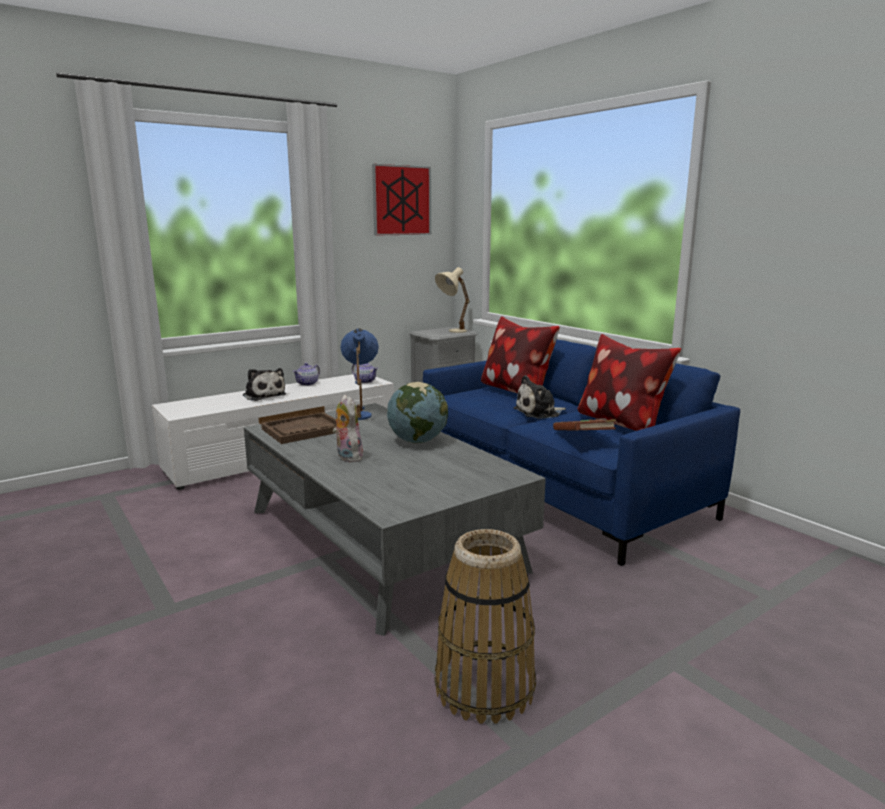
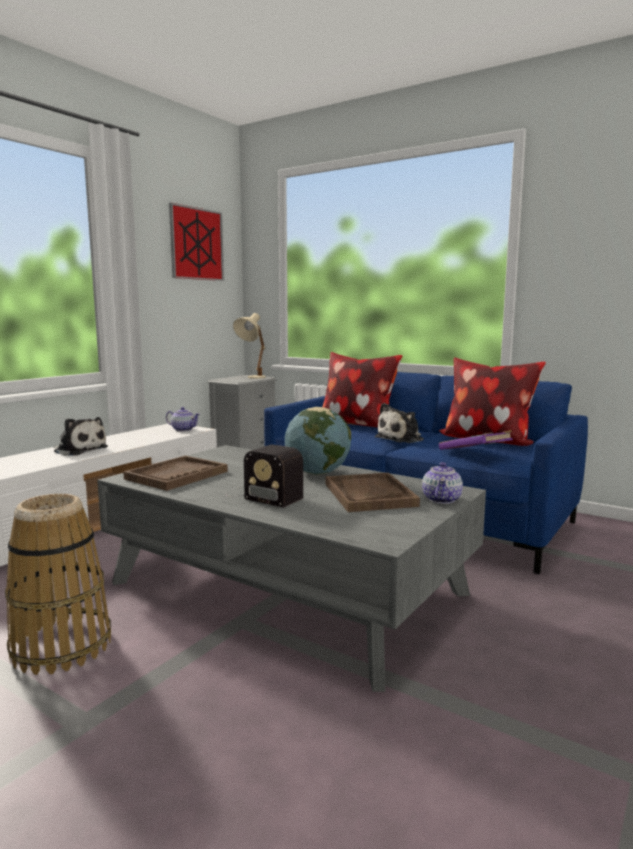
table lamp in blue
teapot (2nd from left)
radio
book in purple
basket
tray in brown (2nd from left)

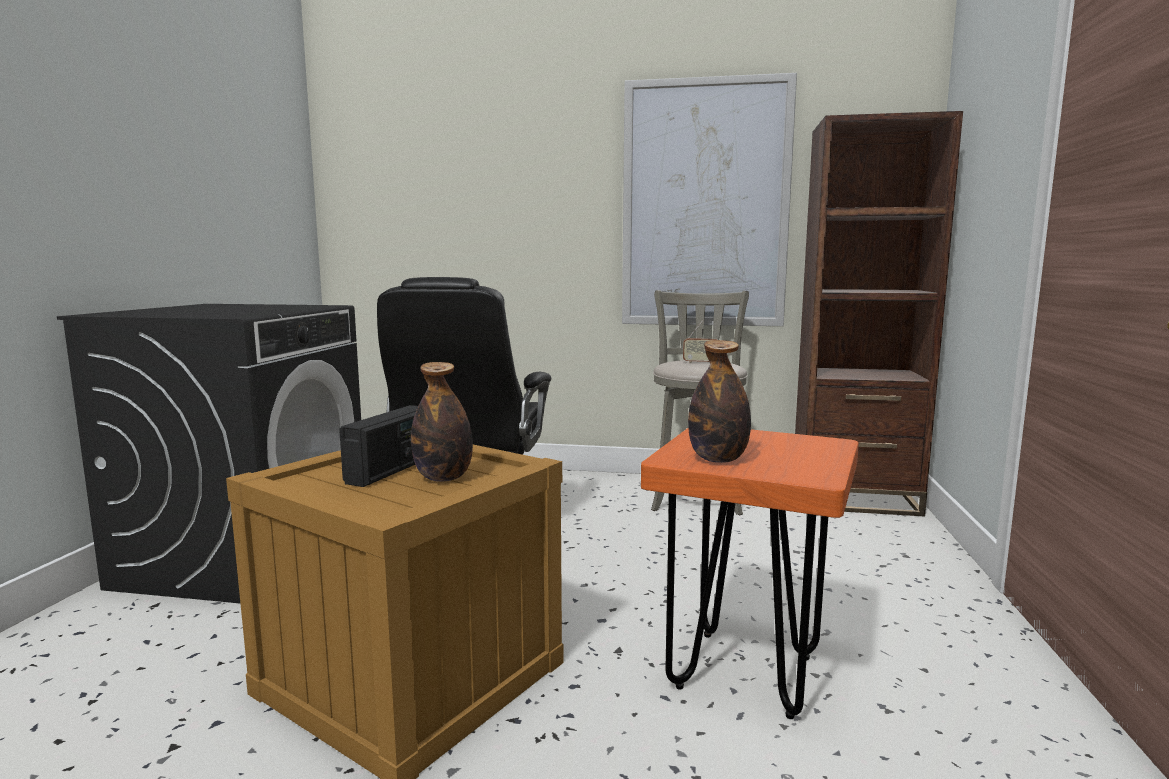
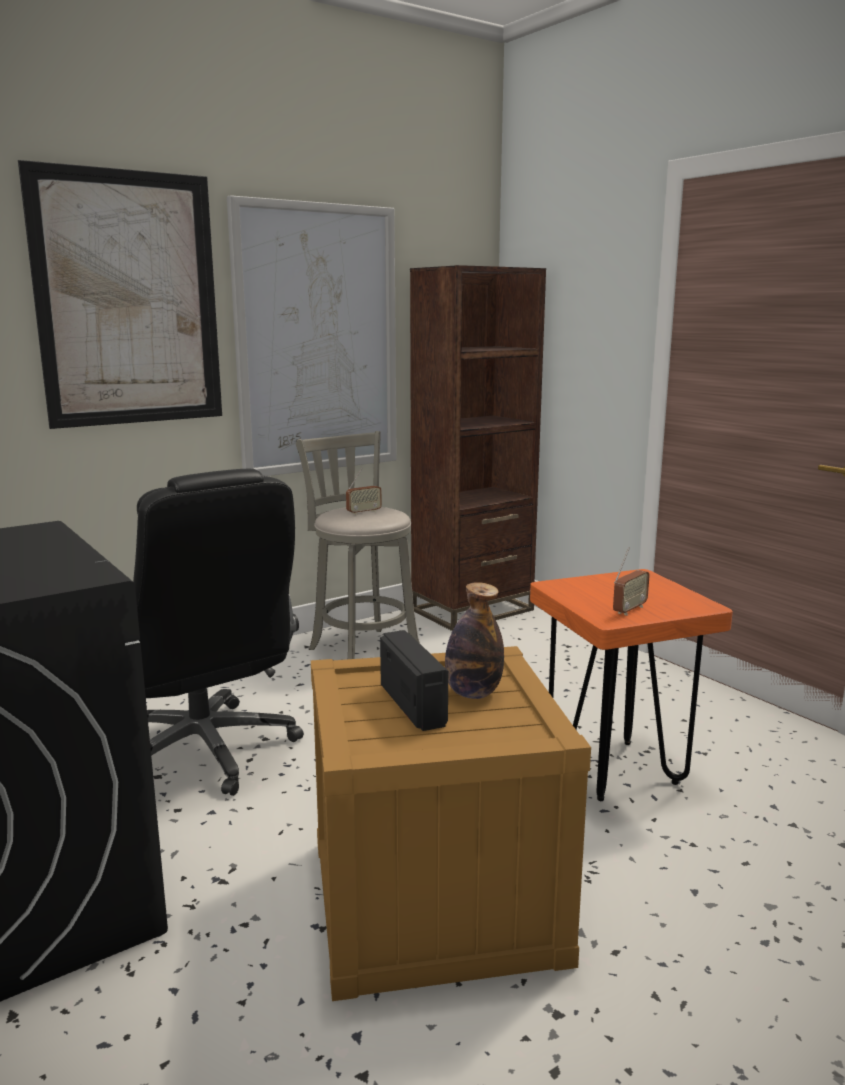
radio (3rd from left)
picture (1st from left)

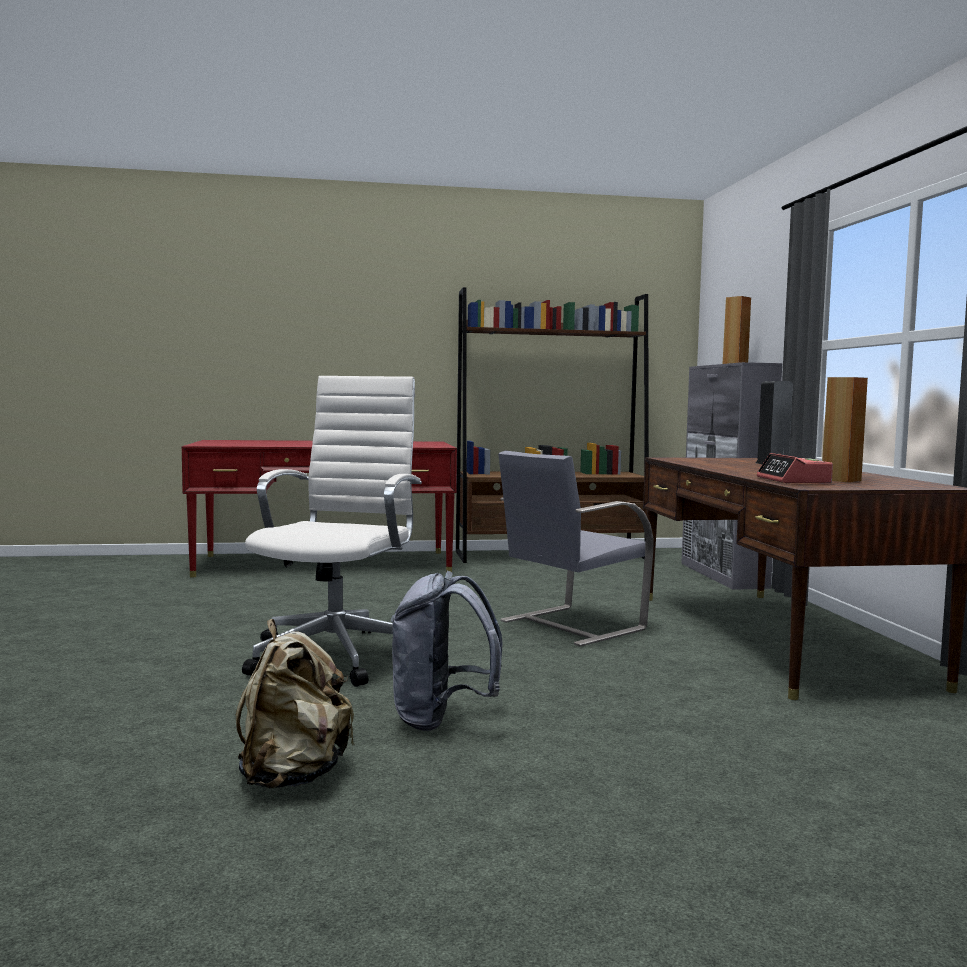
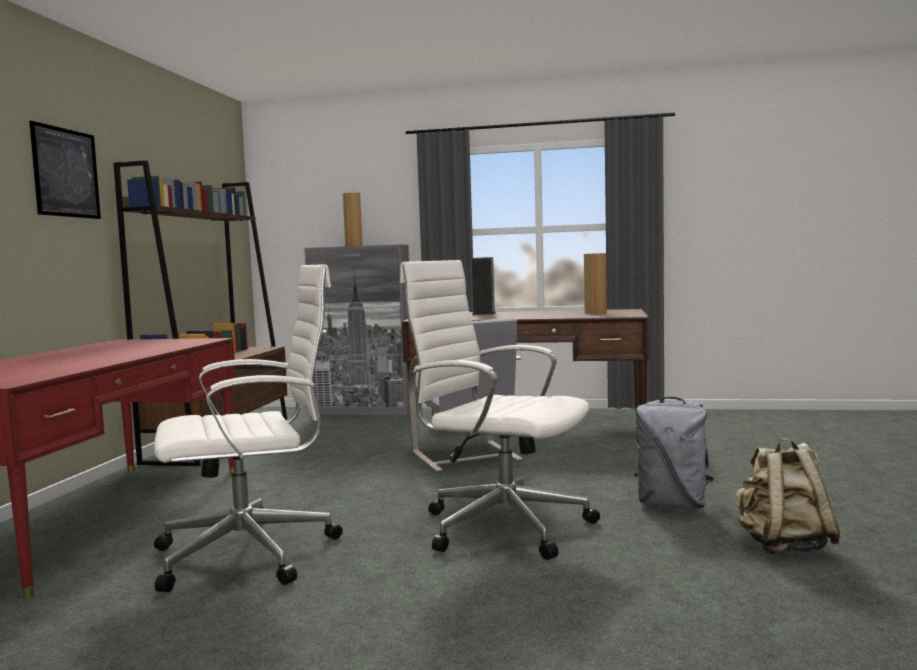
alarm clock
picture
office chair in white (1st from left)

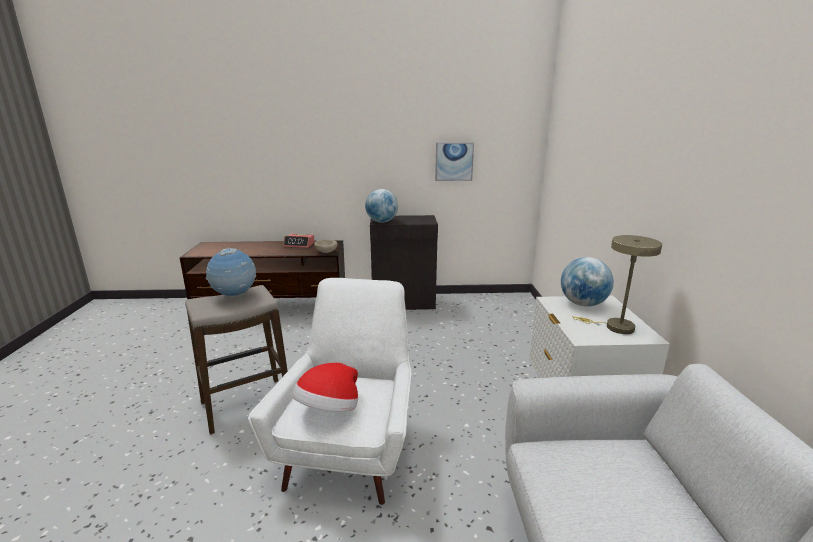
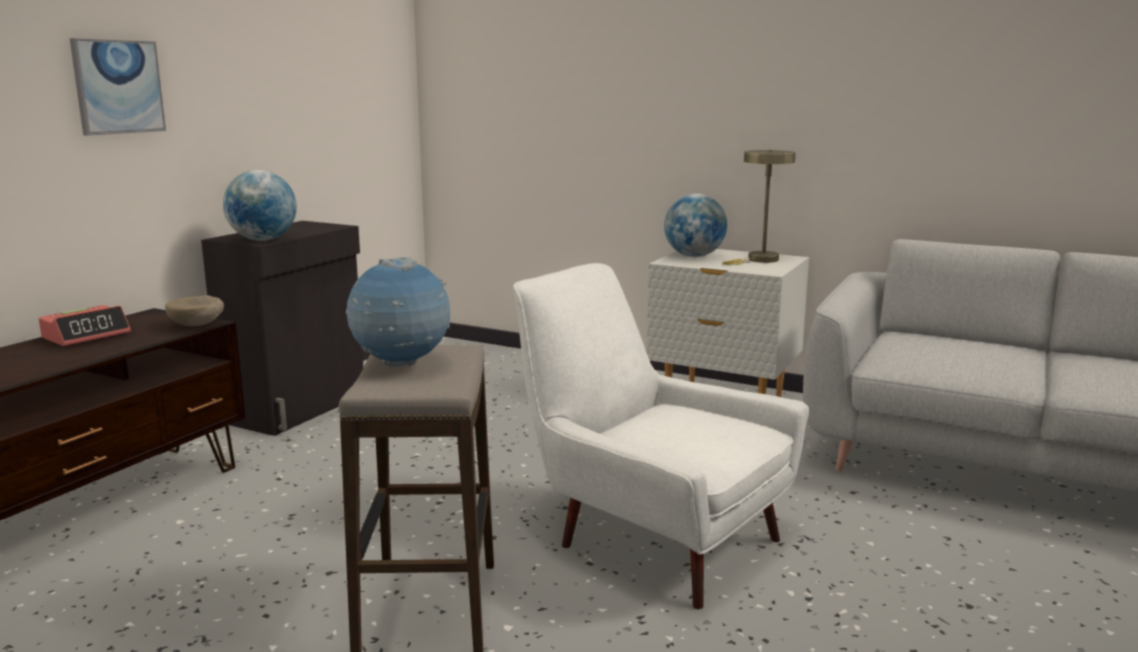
picture
hat

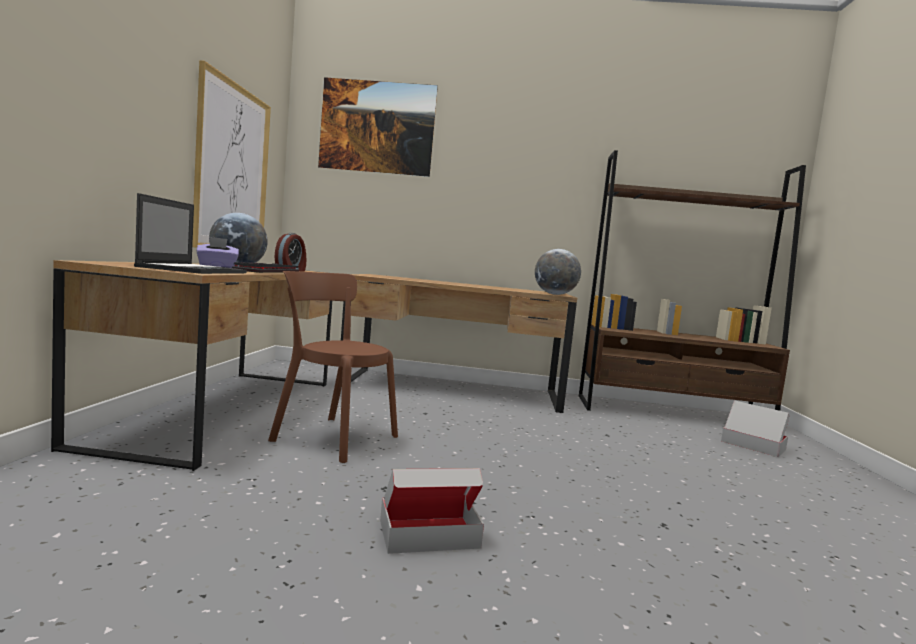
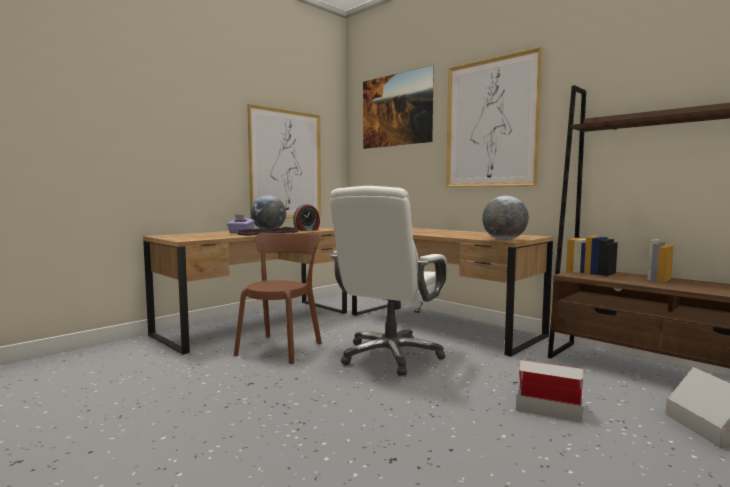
laptop
chair in brown
cardboard box (1st from left)
picture (3rd from left)
office chair in white

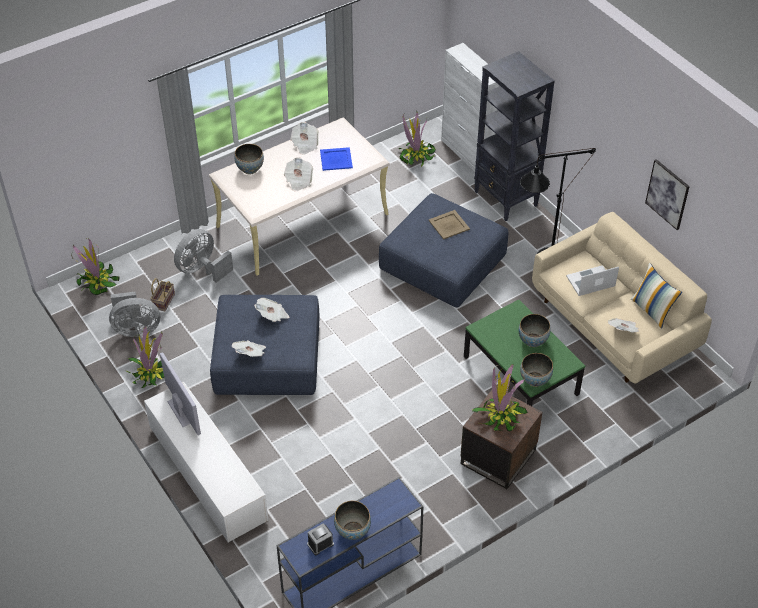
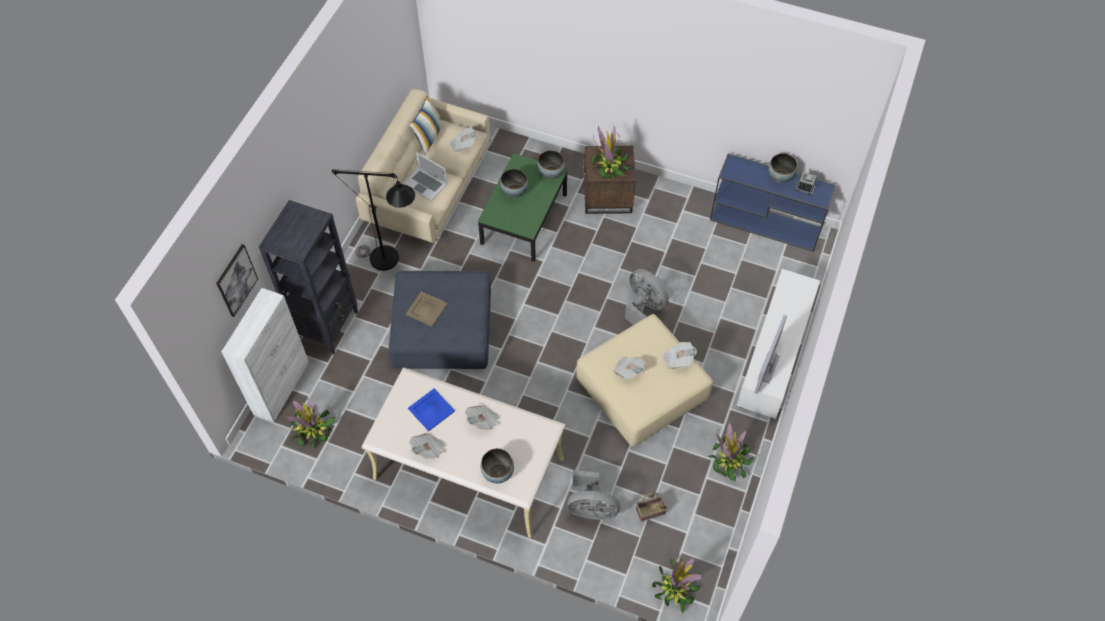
picture
fan in grey (2nd from left)
ottoman in beige

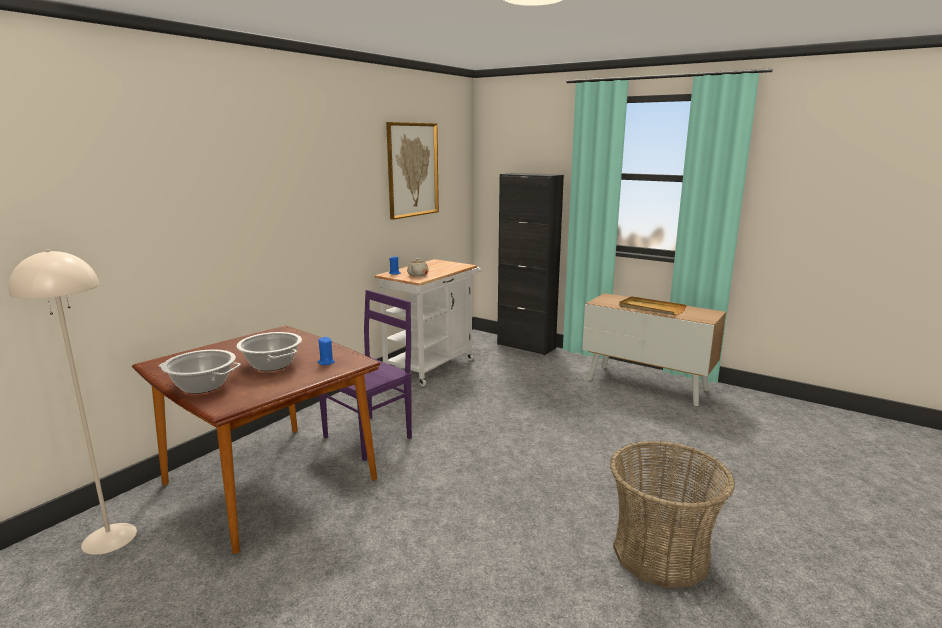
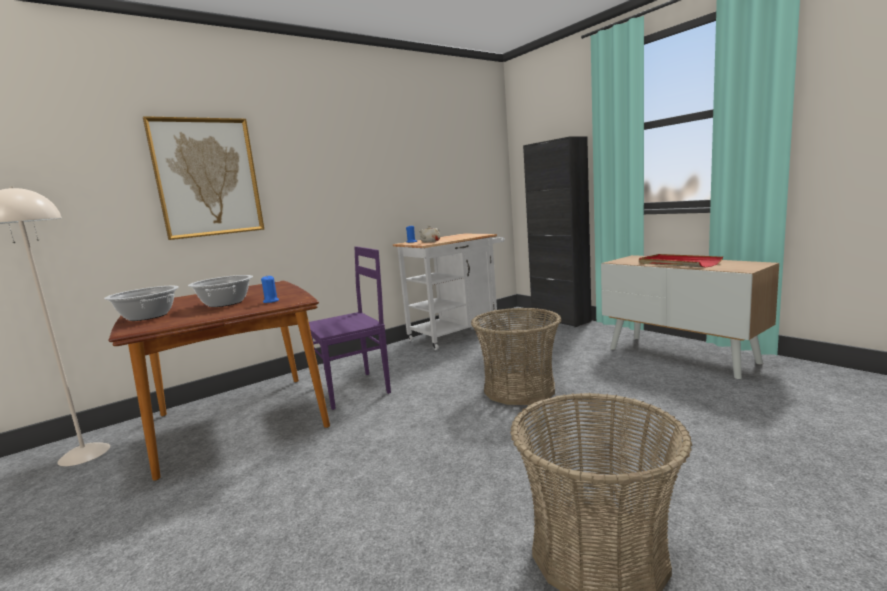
picture
tray in red
basket (1st from left)

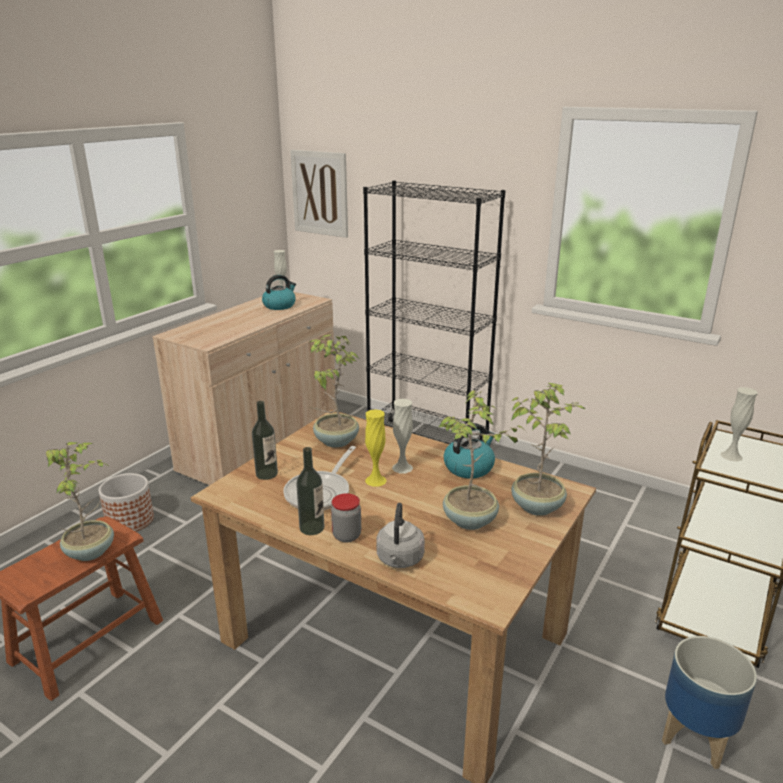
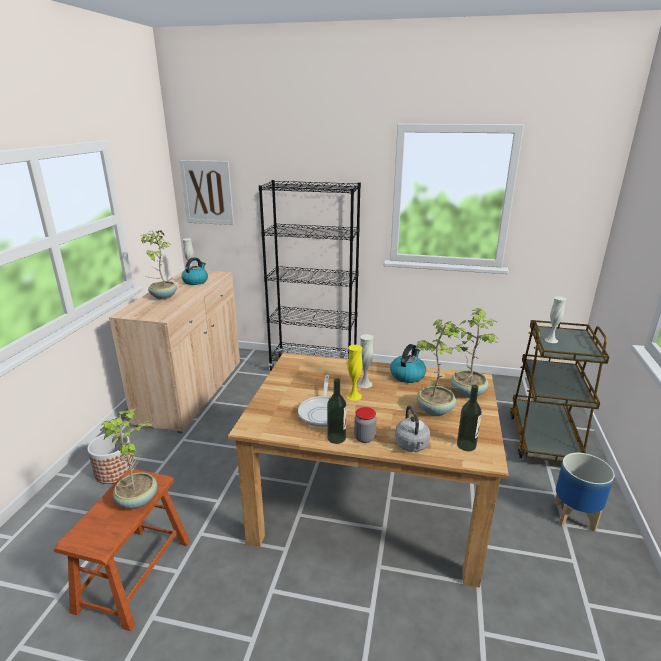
potted plant (2nd from left)
bottle (2nd from left)

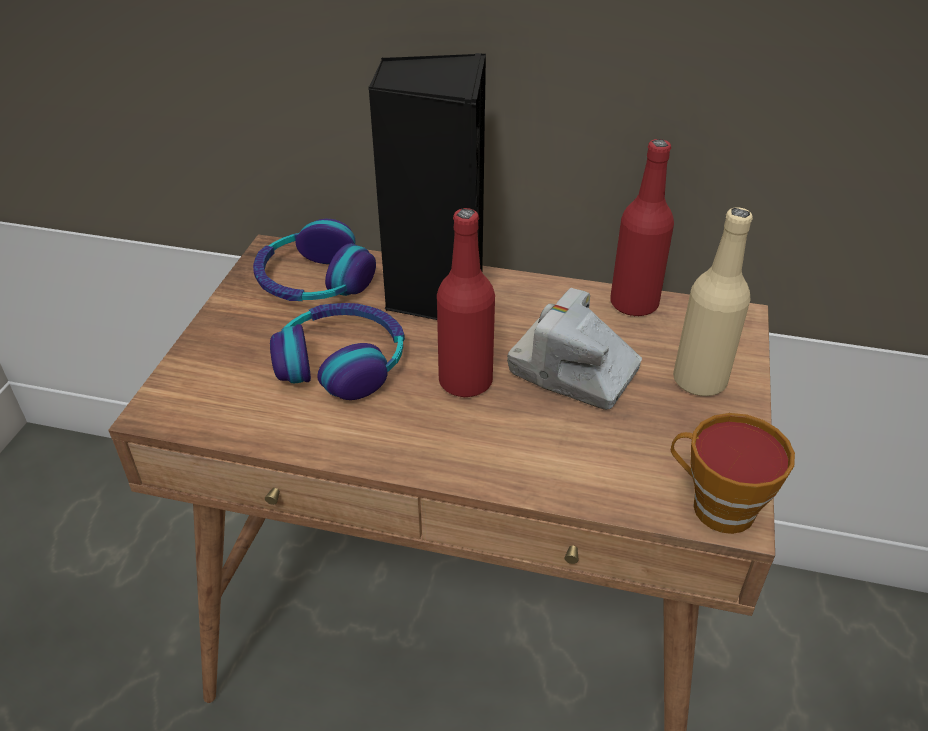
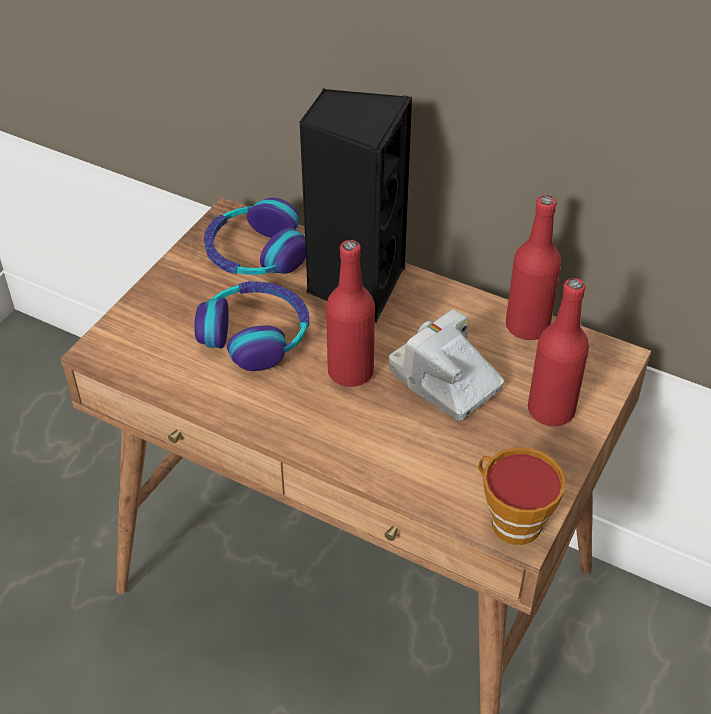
bottle in red (3rd from left)

